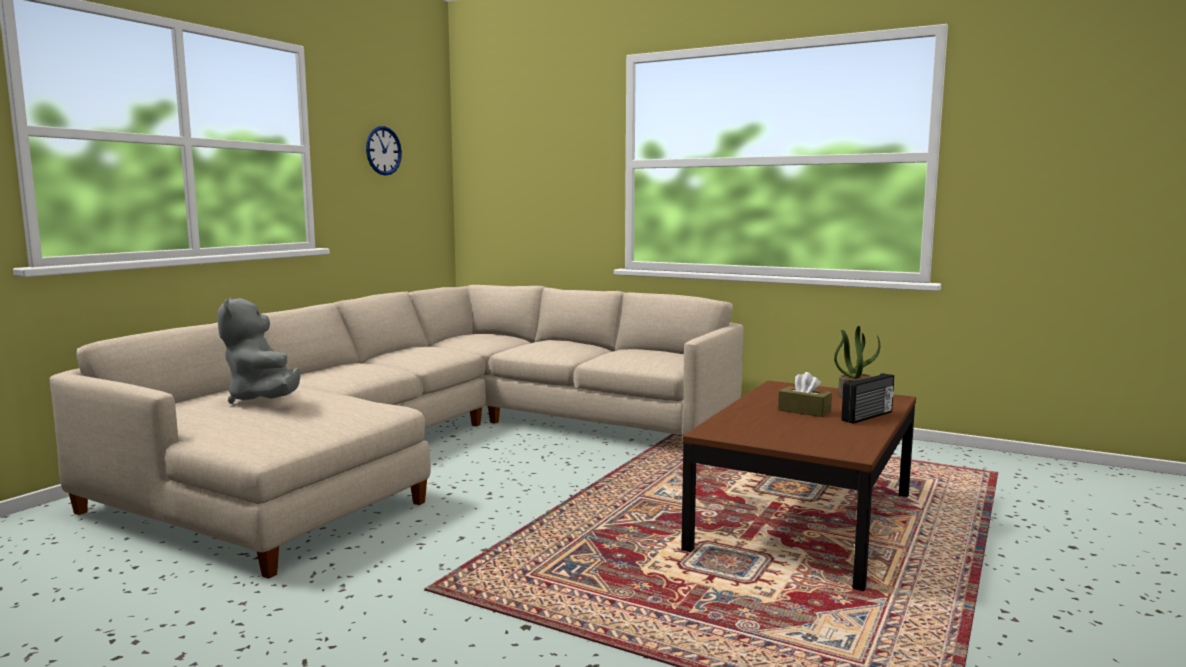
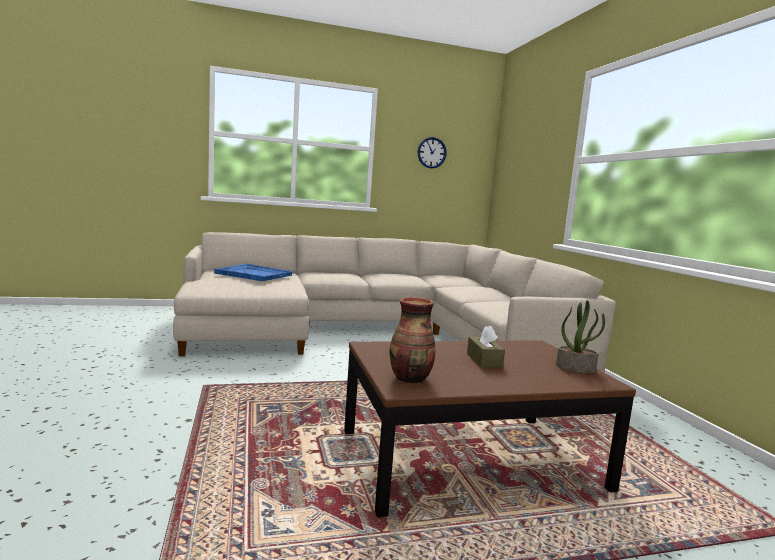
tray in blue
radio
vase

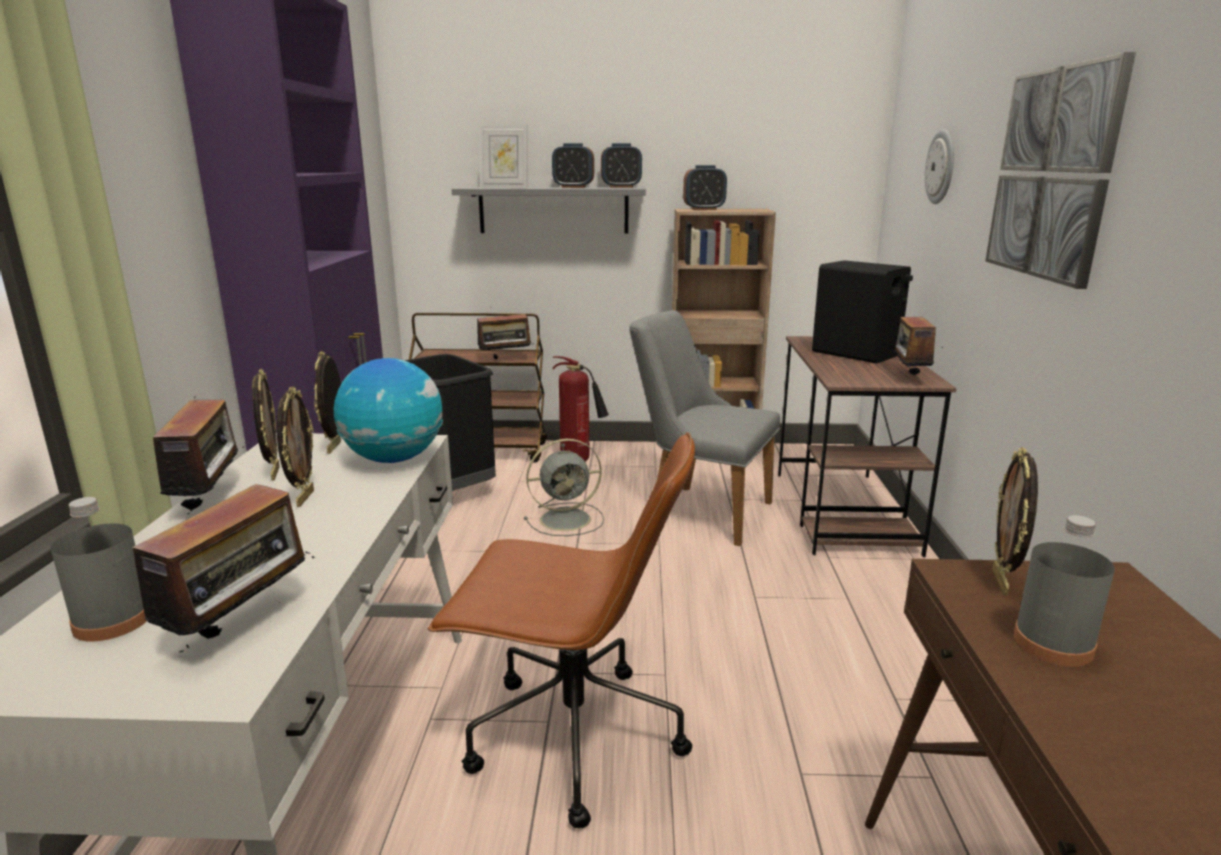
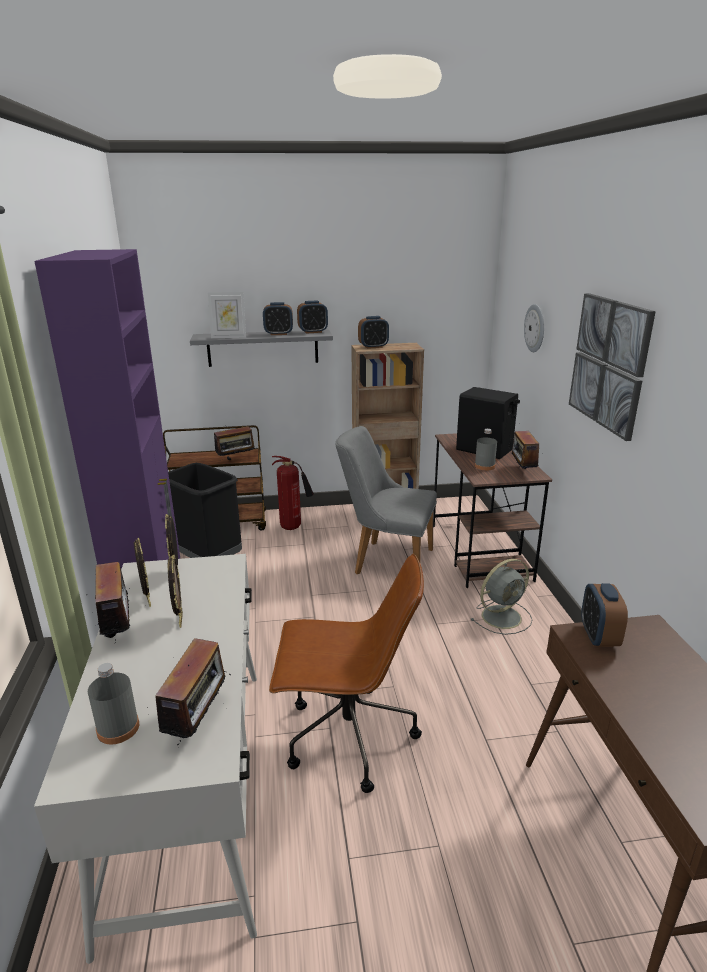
globe
fan in grey
alarm clock (4th from left)
bottle in grey (2nd from left)

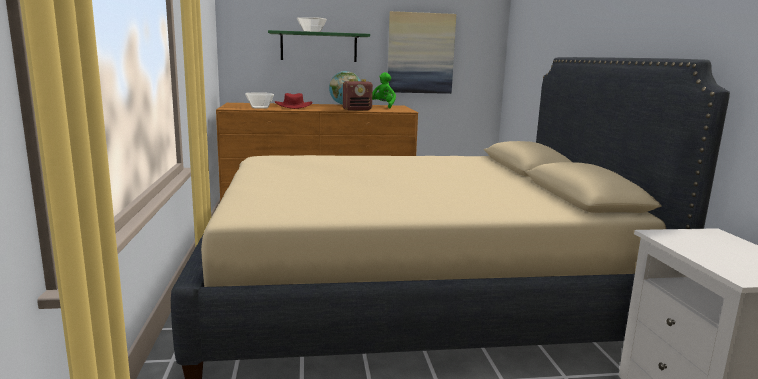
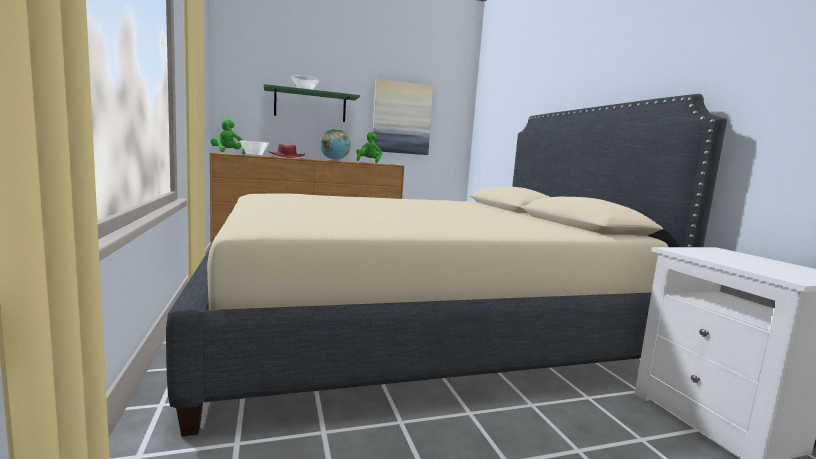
radio
plush toy in green (1st from left)

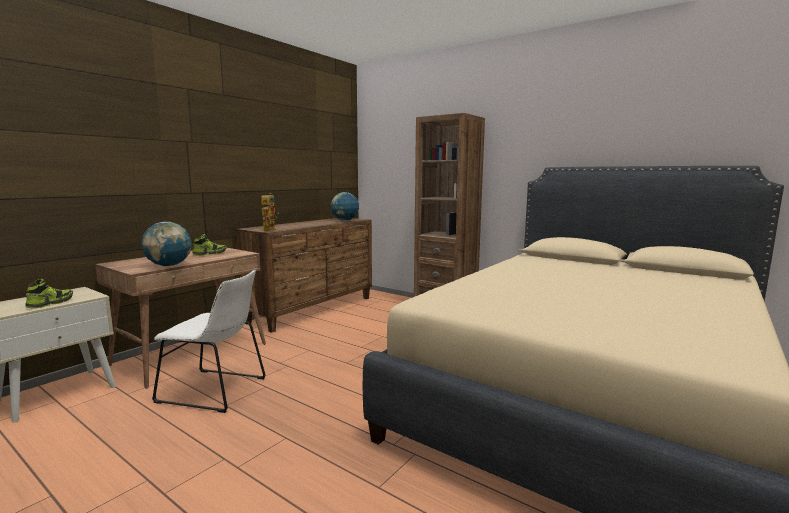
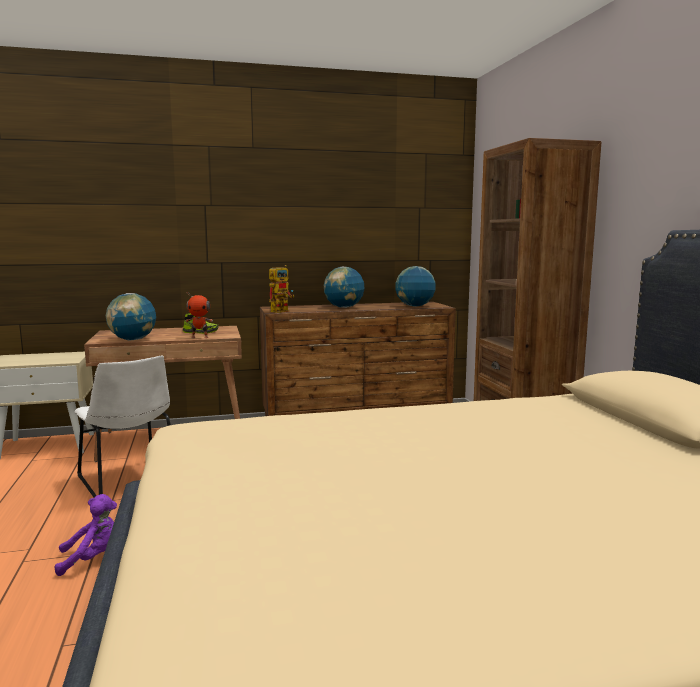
shoe (1st from left in the first image)
globe (2nd from left)
toy robot (1st from left)
plush toy in purple

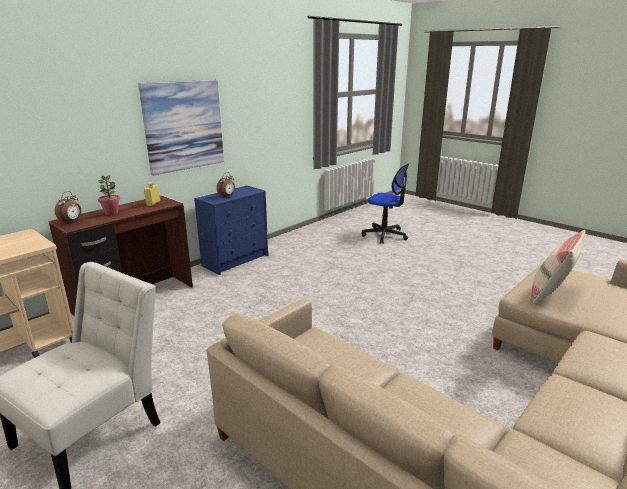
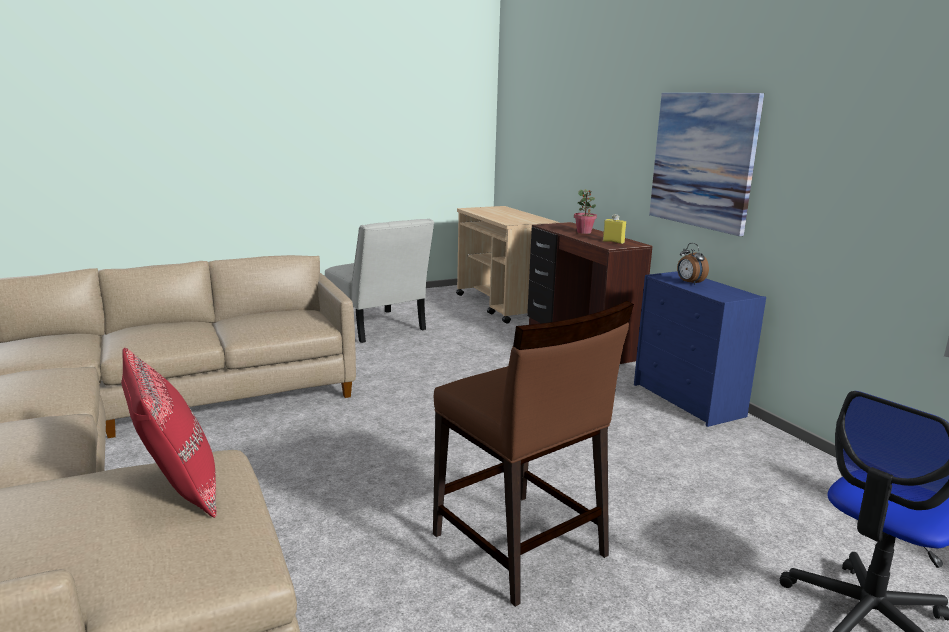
alarm clock (1st from left in the first image)
pillow in red
chair in brown

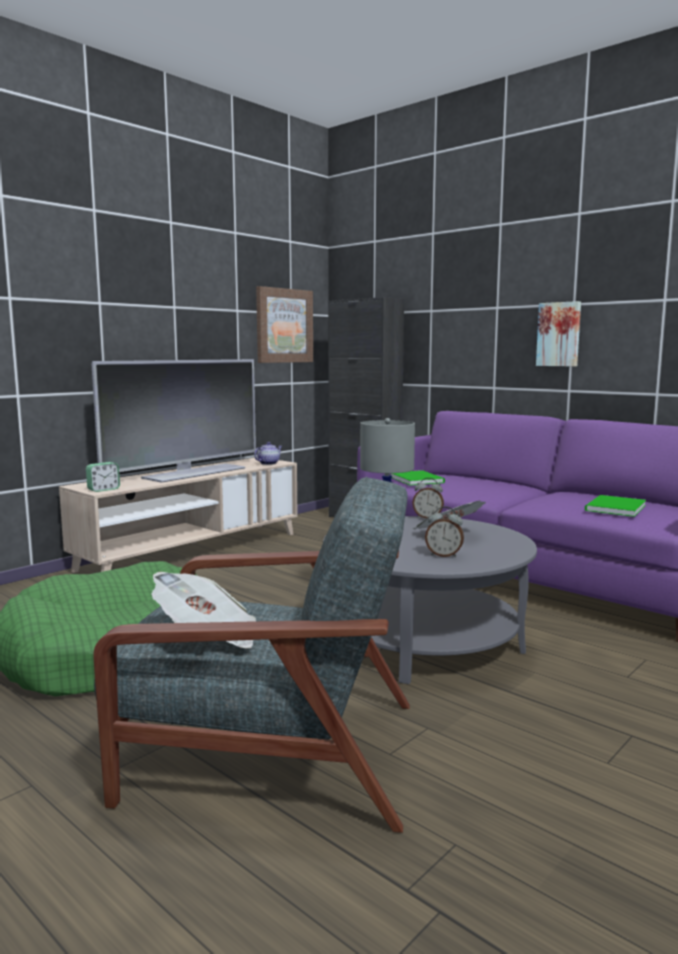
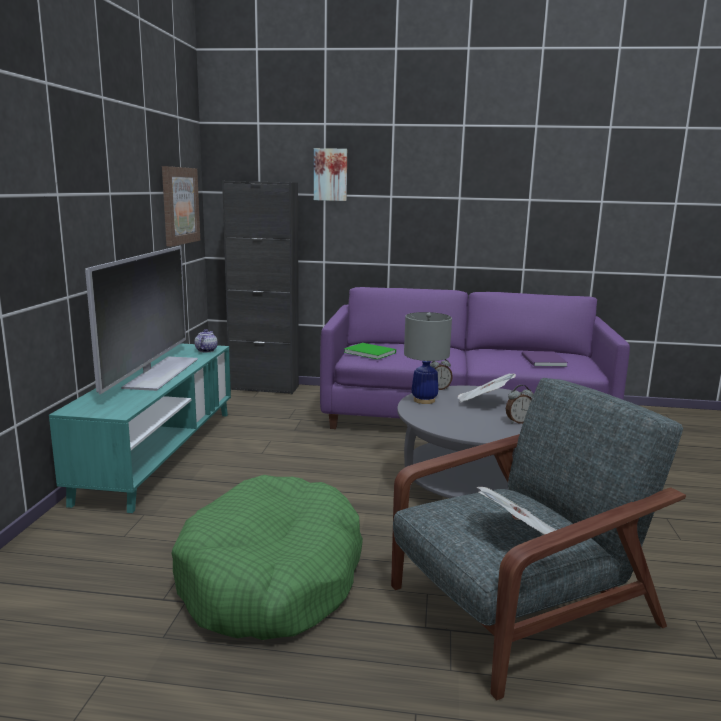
picture (2nd from left)
tv stand in turquoise
alarm clock (1st from left in the first image)
book in purple

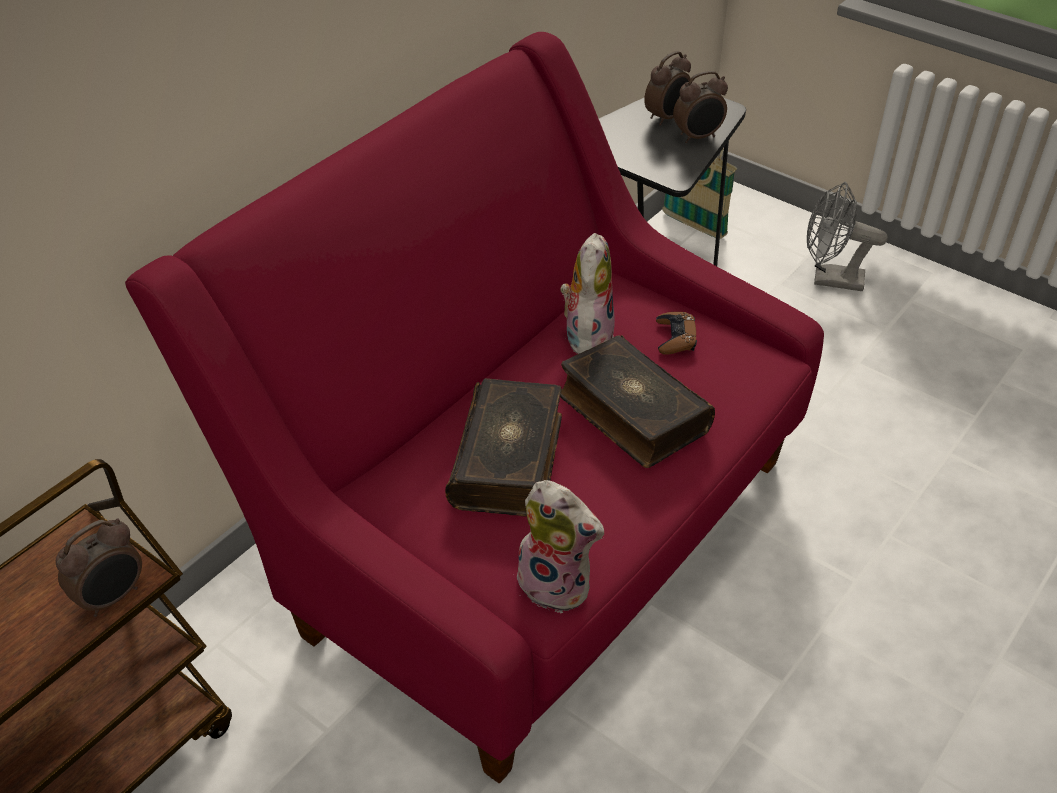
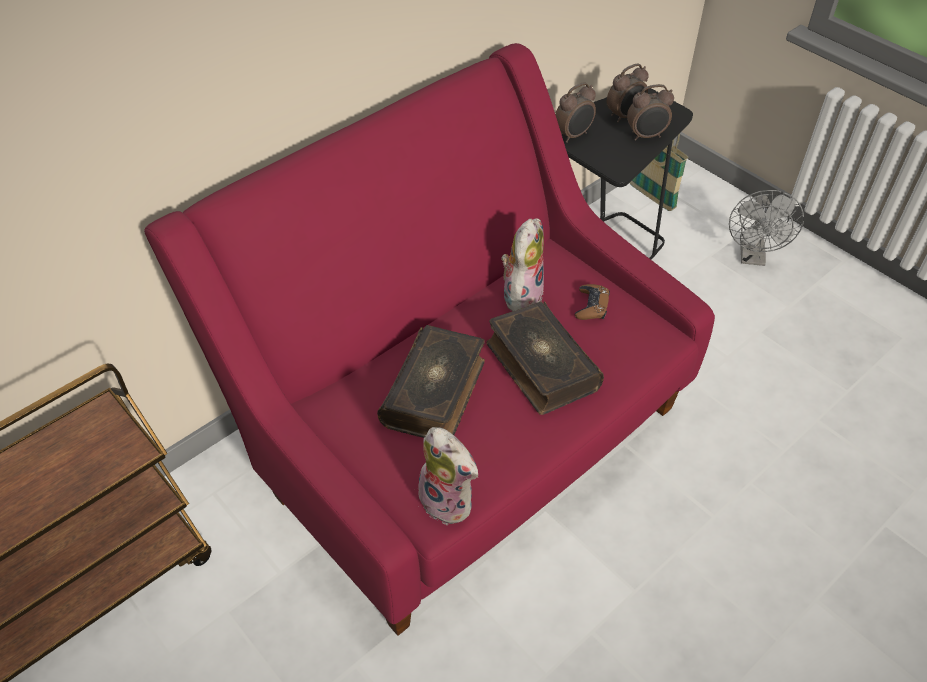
fan in grey
alarm clock (1st from left)

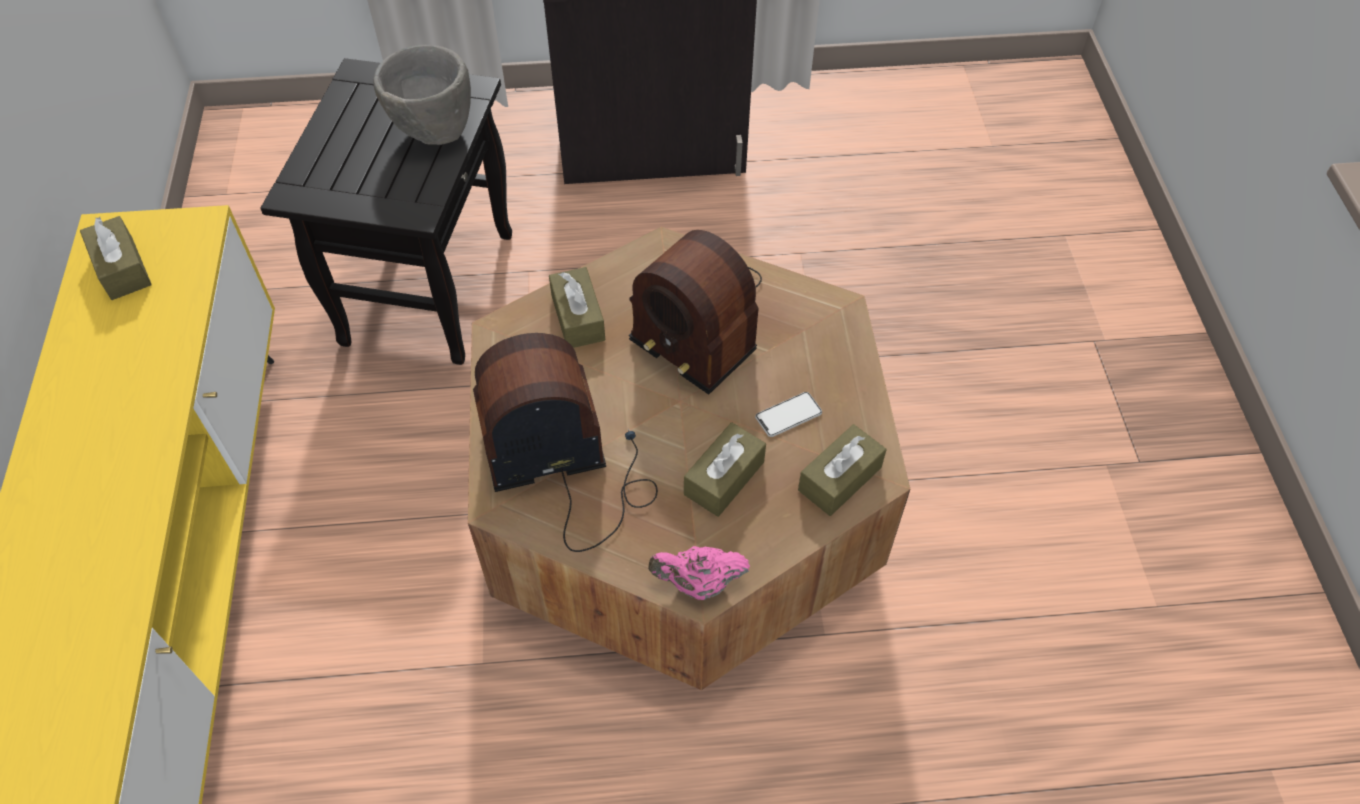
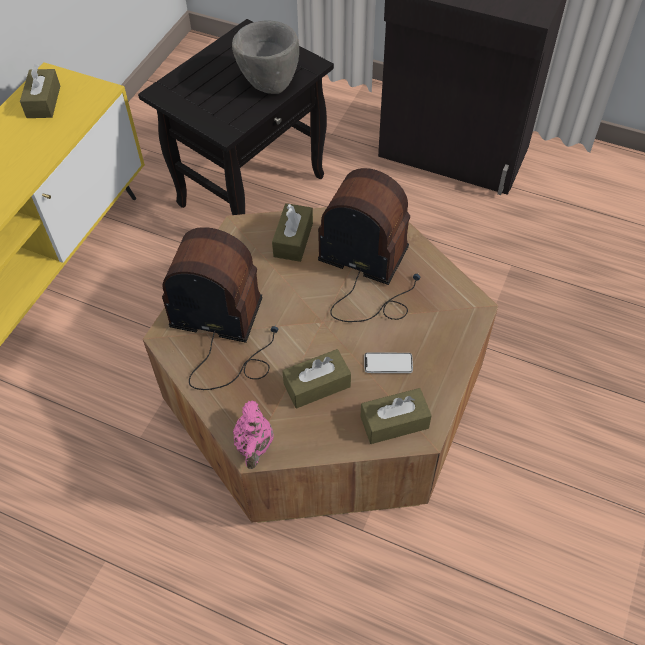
radio (2nd from left)
teapot in pink

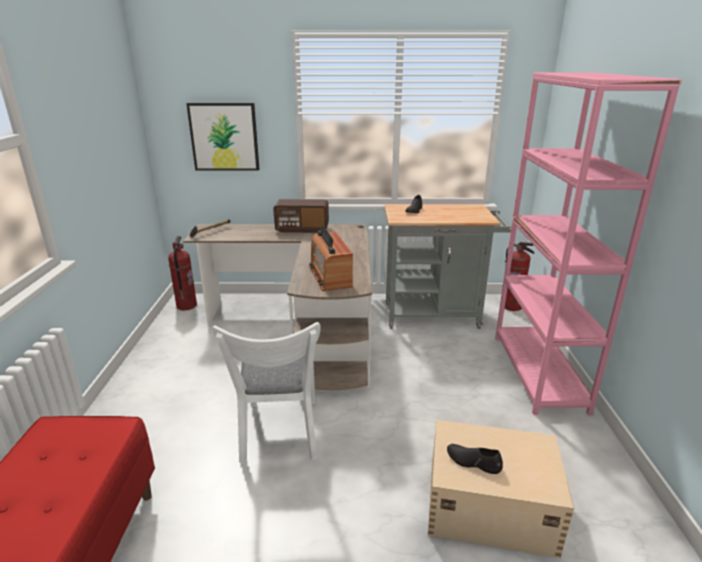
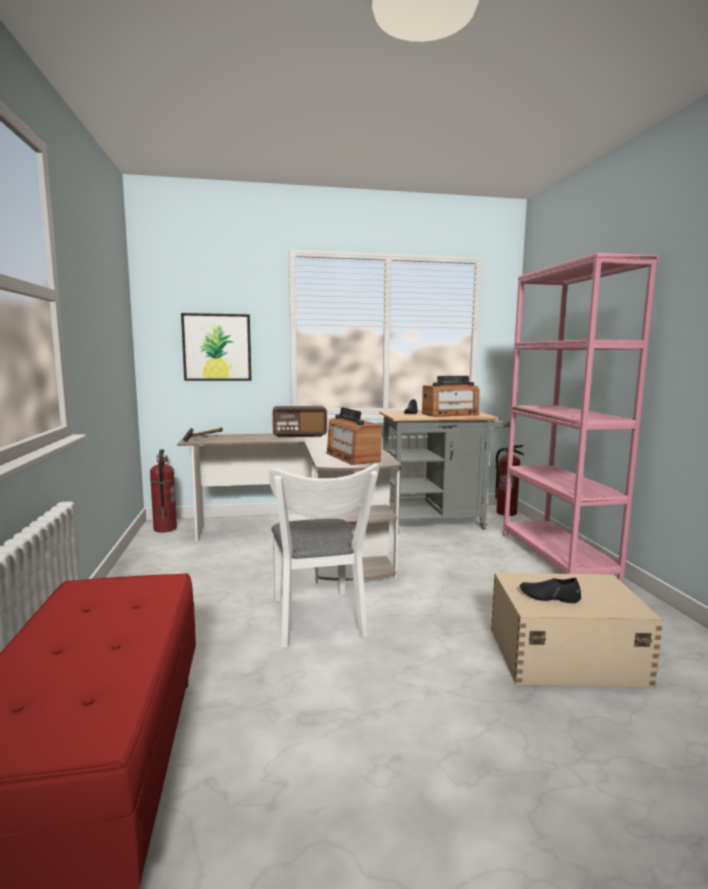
radio (3rd from left)

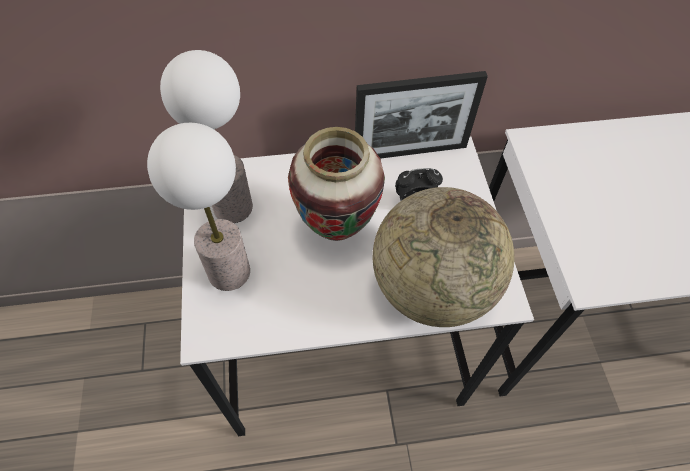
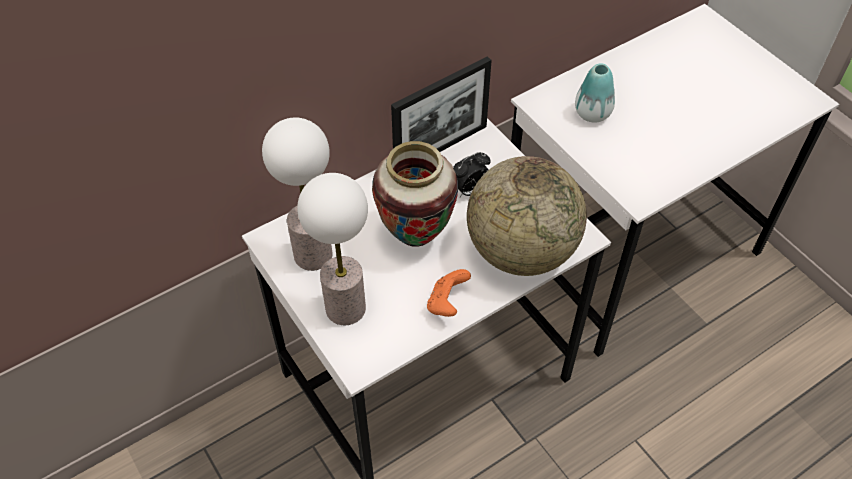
vase (2nd from left)
game controller in orange

